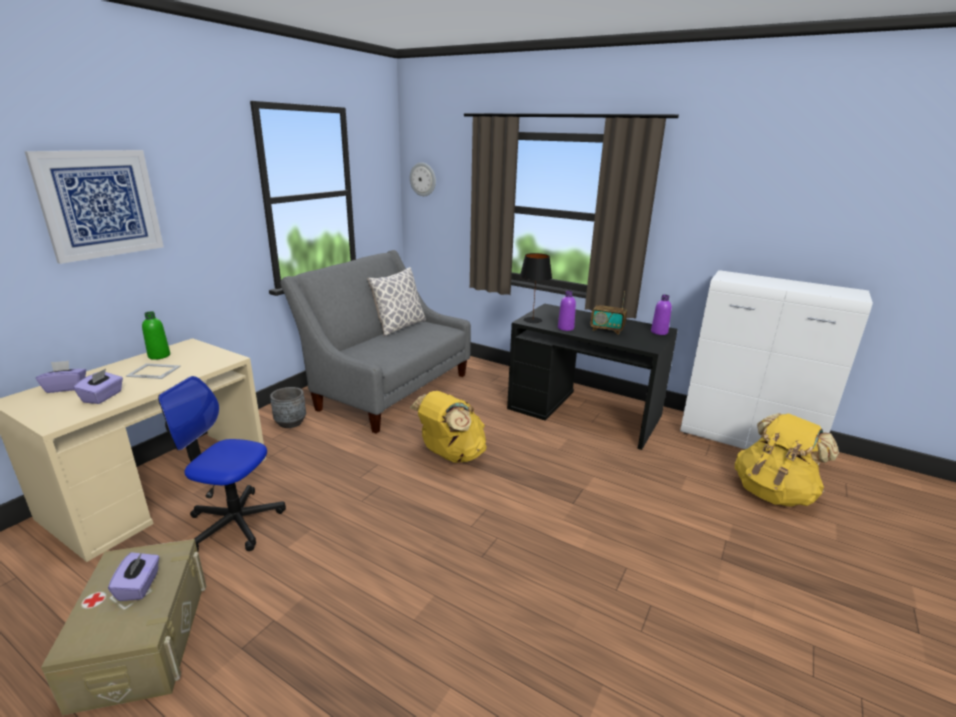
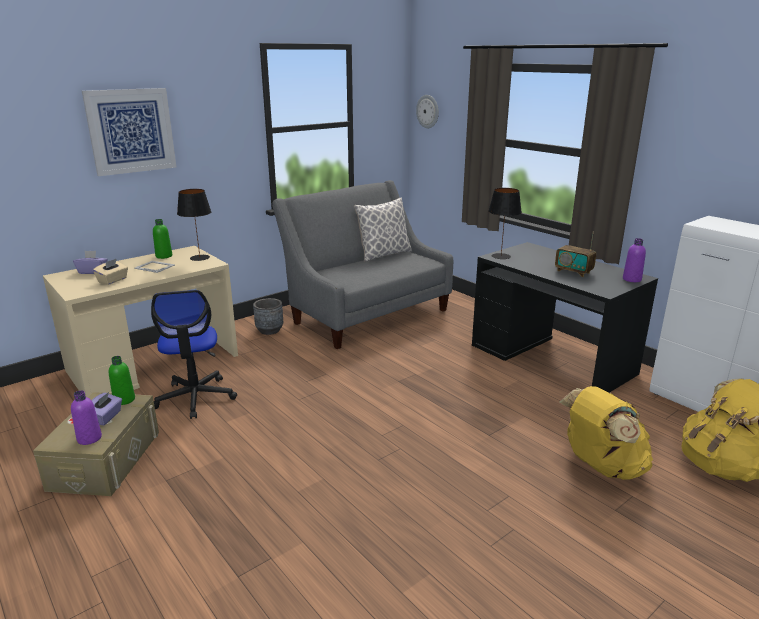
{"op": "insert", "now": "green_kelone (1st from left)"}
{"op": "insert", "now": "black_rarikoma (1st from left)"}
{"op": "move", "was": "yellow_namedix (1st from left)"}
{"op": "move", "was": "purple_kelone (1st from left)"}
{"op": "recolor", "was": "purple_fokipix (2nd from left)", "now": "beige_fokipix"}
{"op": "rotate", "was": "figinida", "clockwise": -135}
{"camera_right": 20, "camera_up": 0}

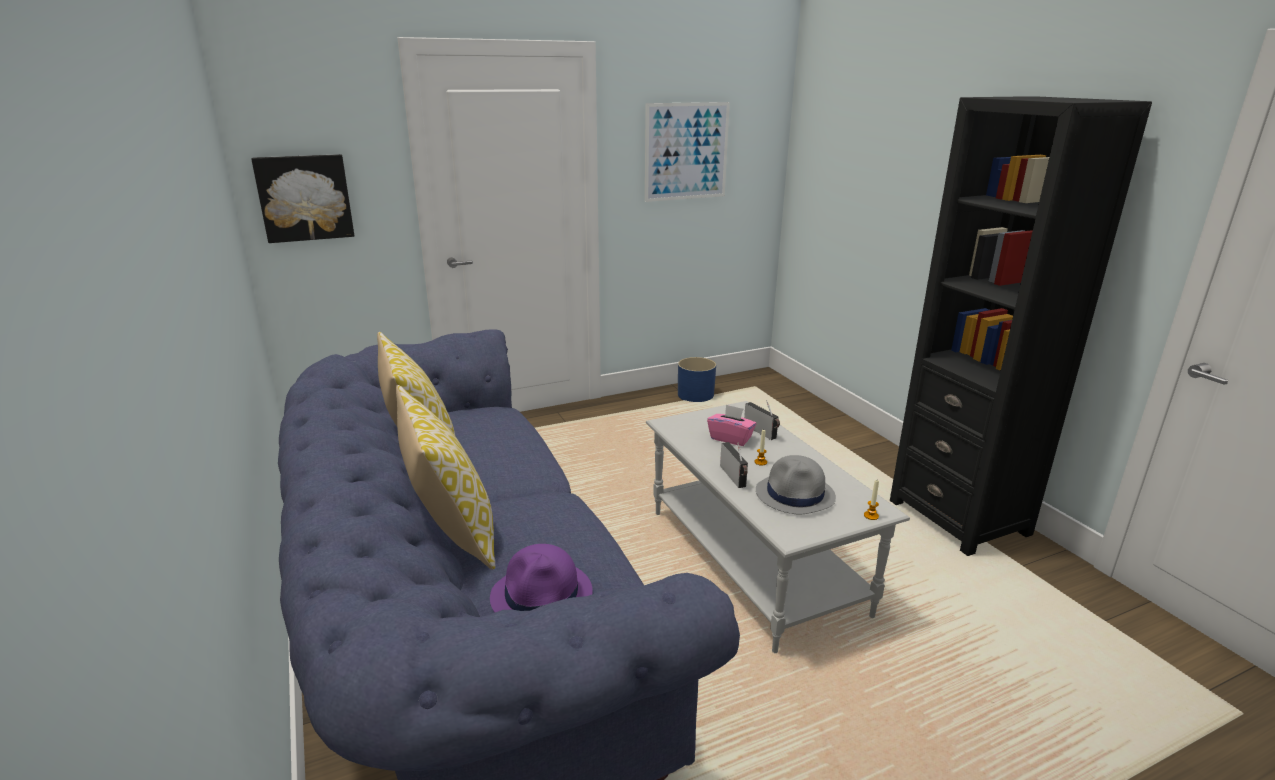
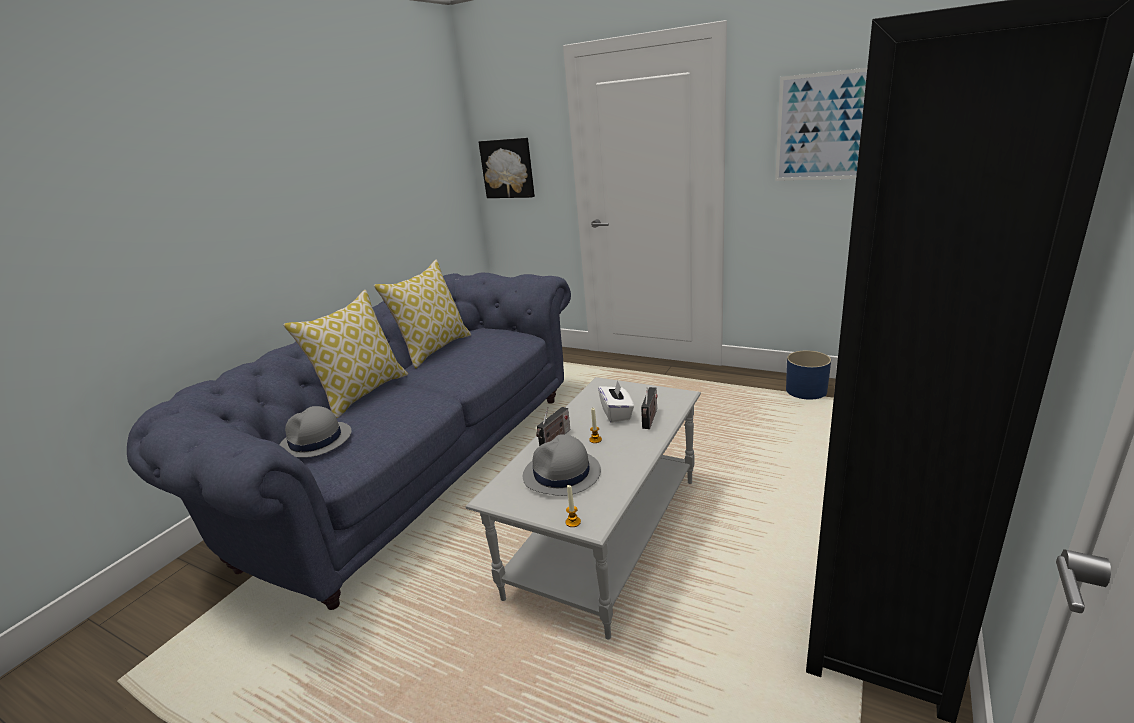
{"op": "recolor", "was": "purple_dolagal", "now": "grey_dolagal (1st from left)"}
{"op": "recolor", "was": "pink_fokipix", "now": "white_fokipix"}
{"camera_right": 55, "camera_up": 0}

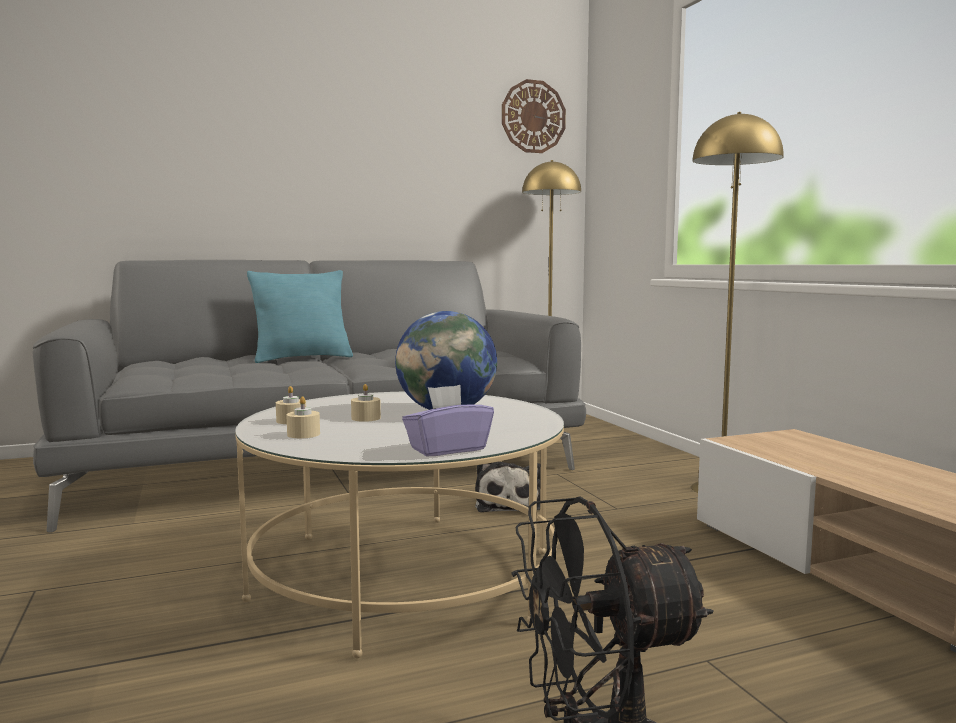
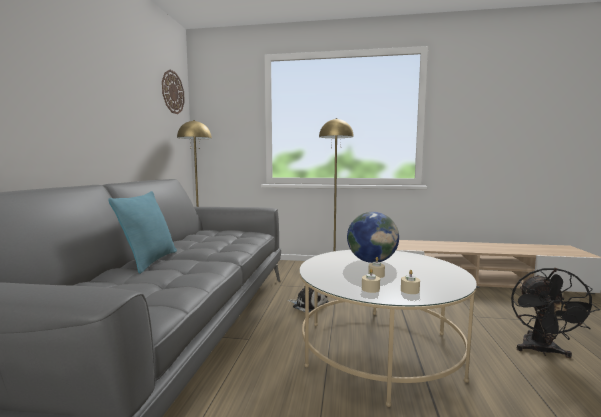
{"op": "delete", "was": "purple_fokipix"}
{"camera_right": -60, "camera_up": 0}

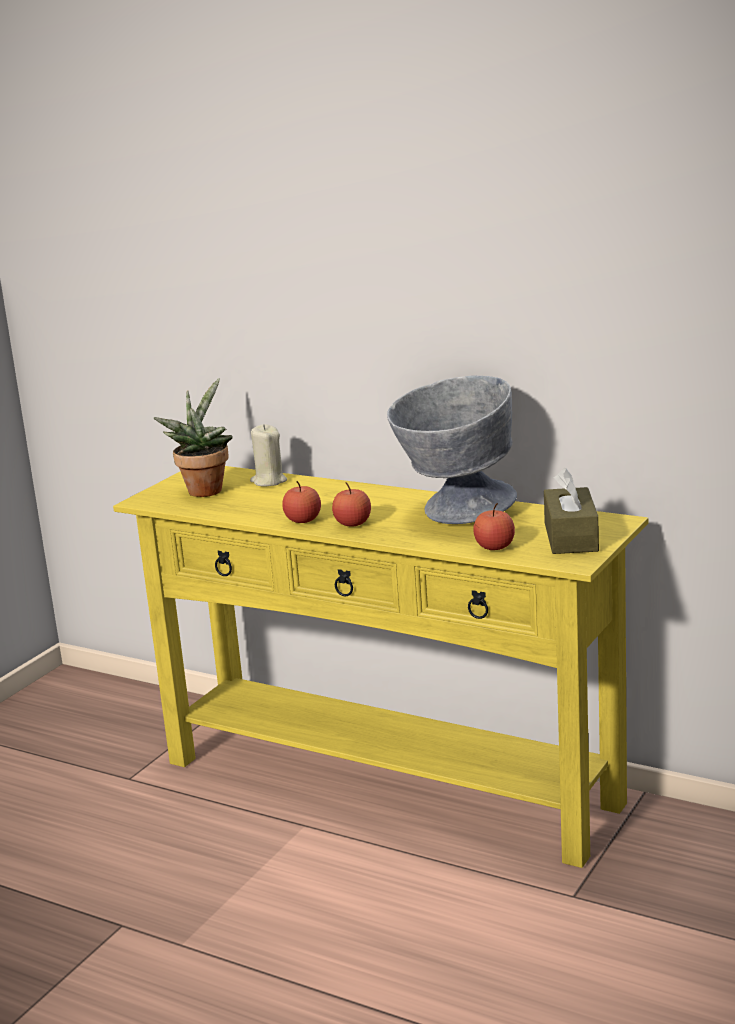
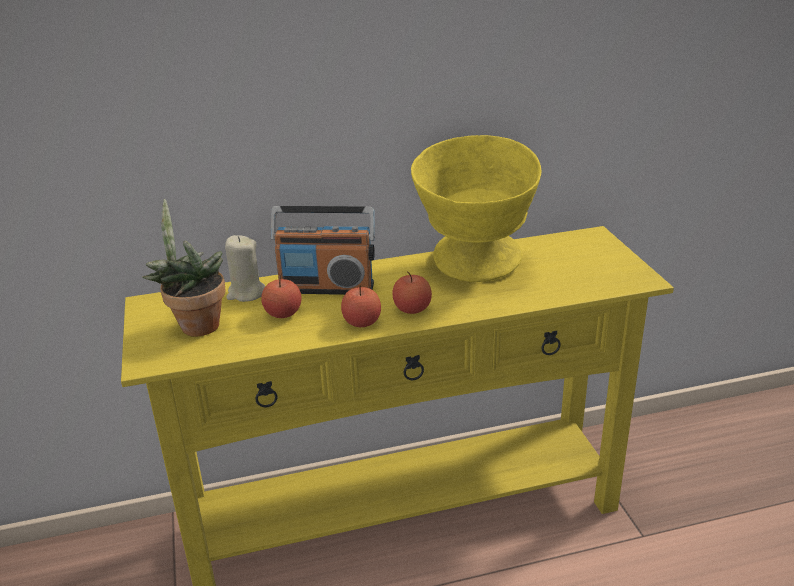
{"op": "delete", "was": "brown_fokipix"}
{"op": "insert", "now": "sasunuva"}
{"op": "move", "was": "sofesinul (3rd from left in the first image)", "now": "sofesinul (1st from left)"}
{"op": "recolor", "was": "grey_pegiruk", "now": "yellow_pegiruk"}
{"camera_right": -45, "camera_up": 10}

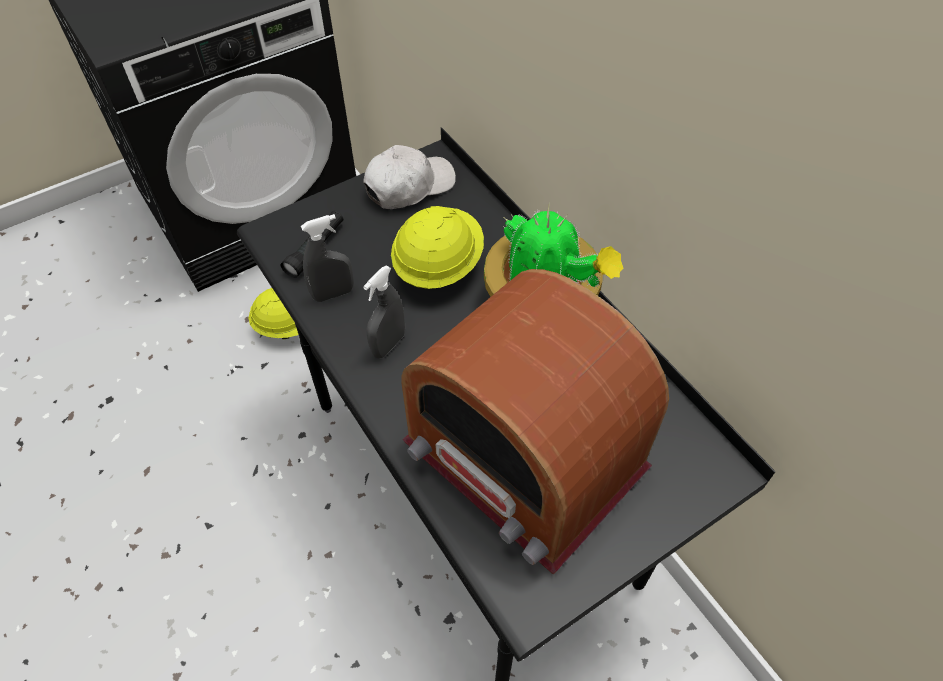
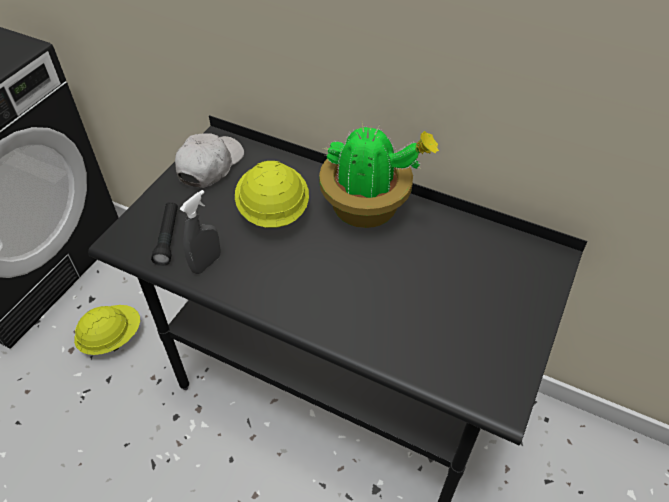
{"op": "delete", "was": "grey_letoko (2nd from left)"}
{"op": "delete", "was": "sasunuva"}
{"camera_right": -30, "camera_up": -5}

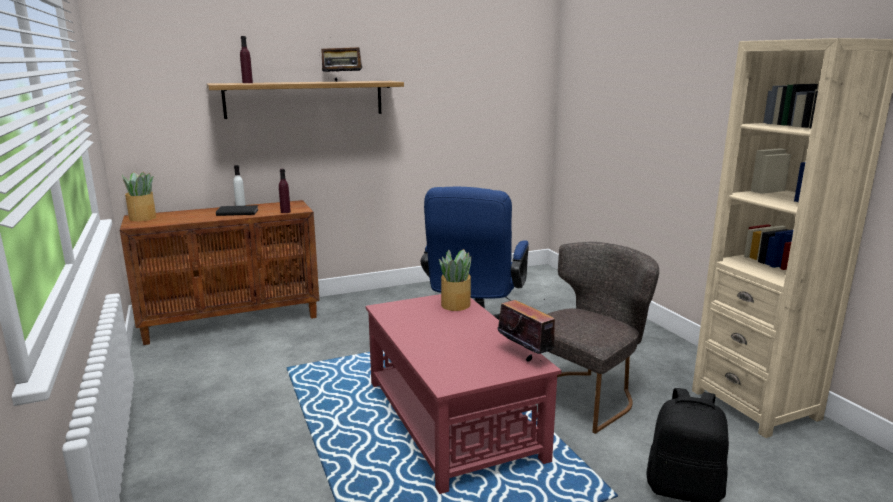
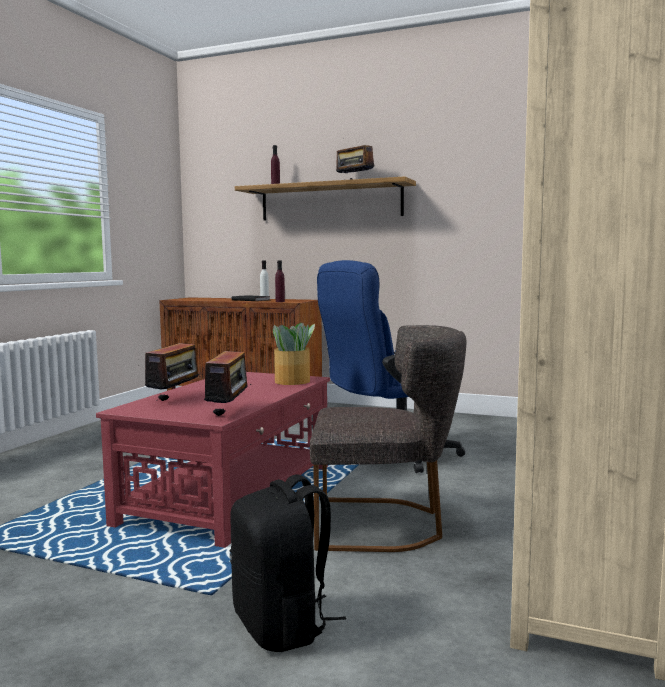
{"op": "delete", "was": "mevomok (1st from left)"}
{"op": "insert", "now": "sasunuva (1st from left)"}
{"camera_right": 45, "camera_up": -10}

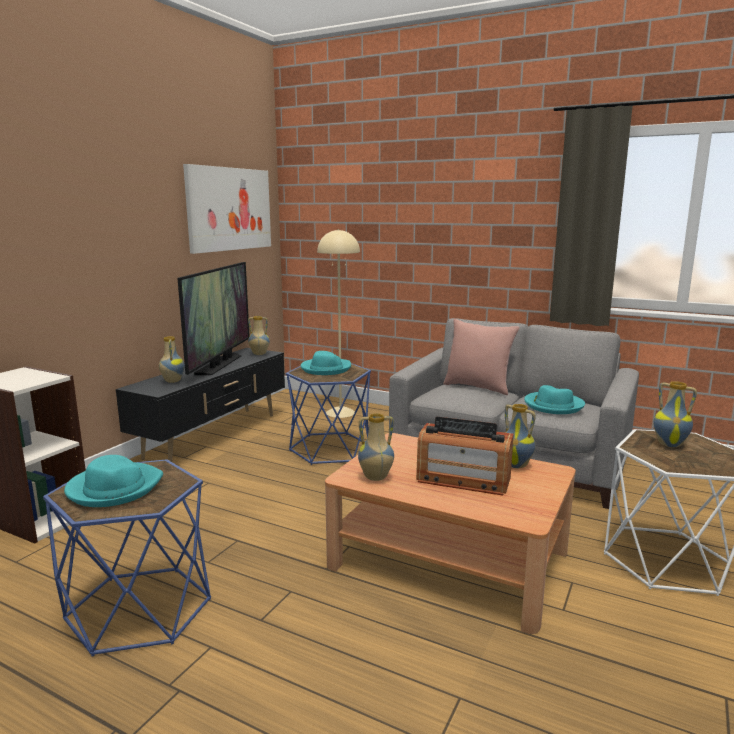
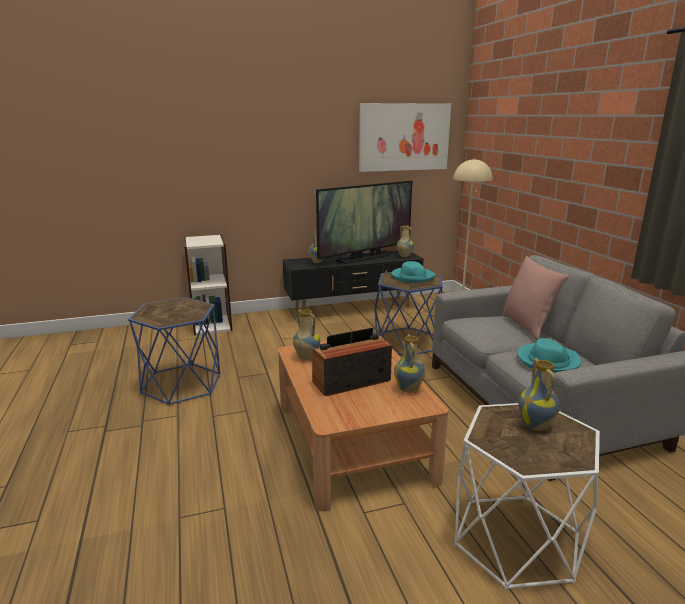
{"op": "delete", "was": "turquoise_dolagal (1st from left)"}
{"op": "rotate", "was": "sasunuva", "clockwise": 90}
{"camera_right": 45, "camera_up": 5}

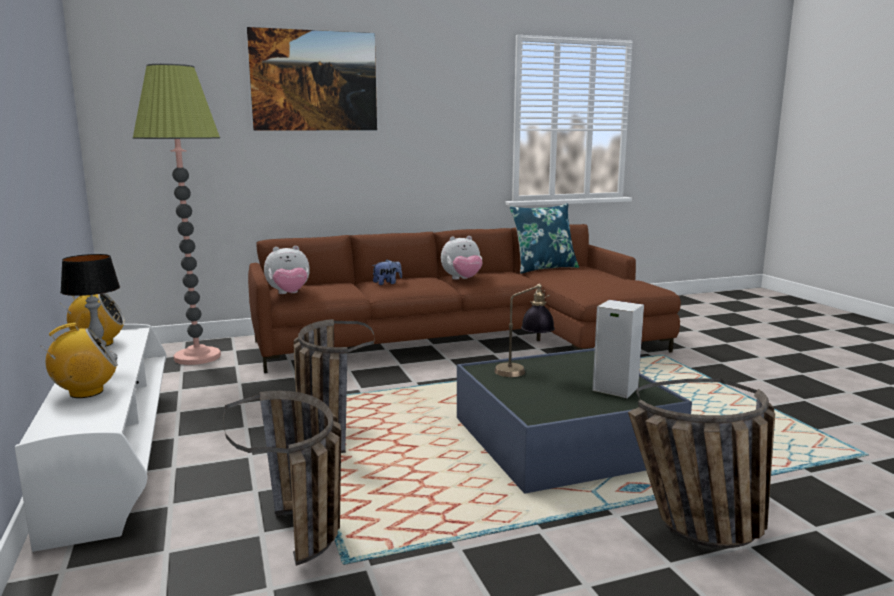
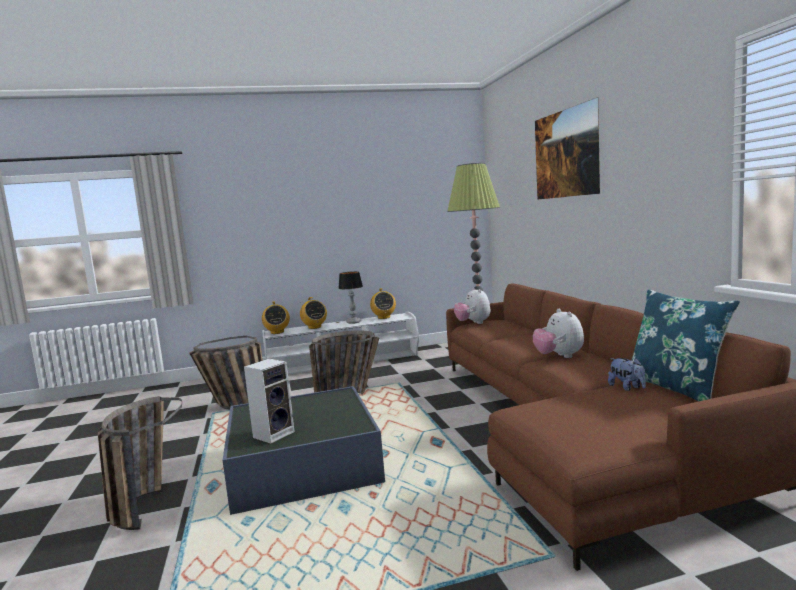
{"op": "delete", "was": "rarikoma (2nd from left)"}
{"op": "insert", "now": "sasunuva (1st from left)"}
{"op": "move", "was": "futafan (2nd from left in the first image)", "now": "futafan (3rd from left)"}
{"camera_right": 95, "camera_up": -5}

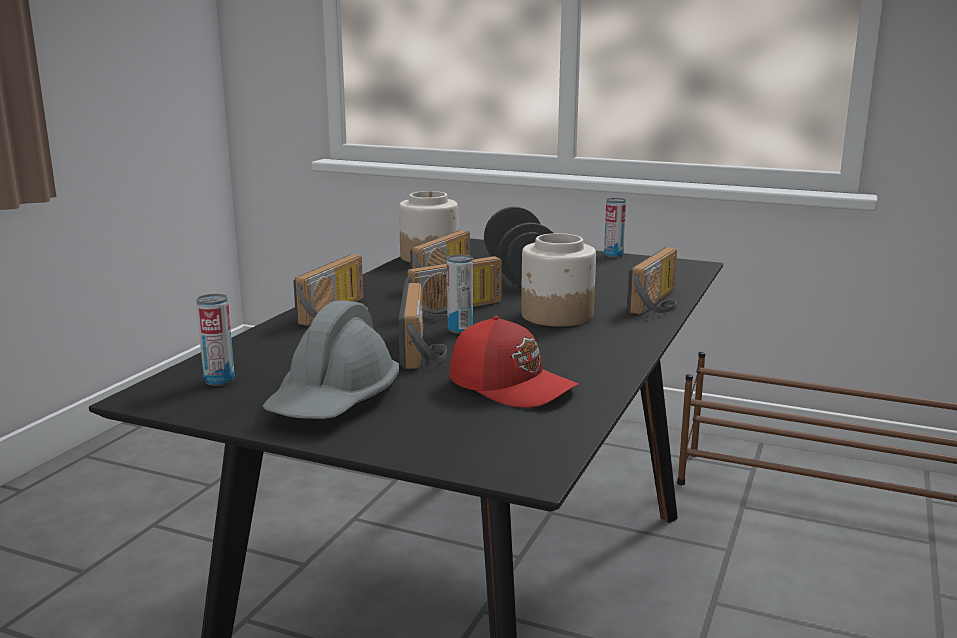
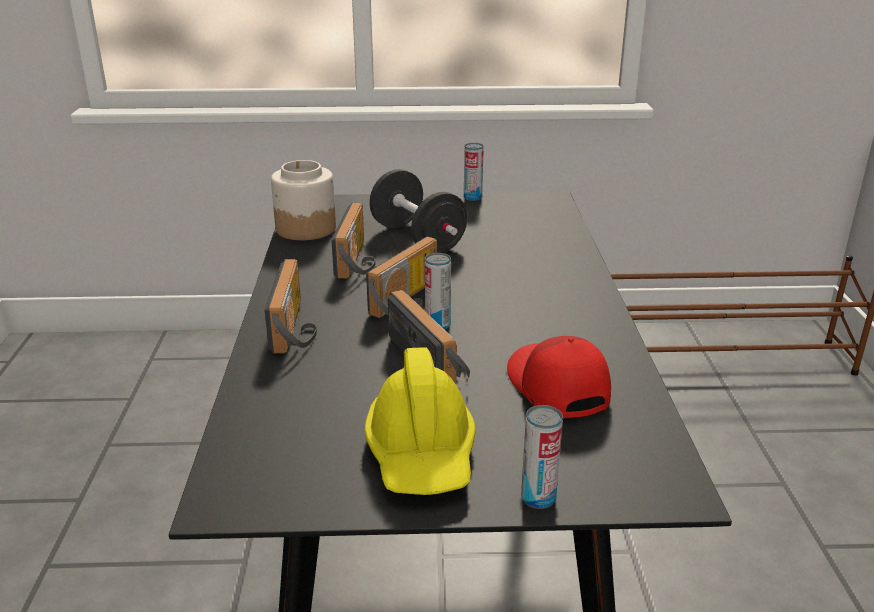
{"op": "delete", "was": "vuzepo (2nd from left)"}
{"op": "delete", "was": "sasunuva (5th from left)"}
{"op": "move", "was": "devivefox (1st from left in the first image)", "now": "devivefox (3rd from left)"}
{"op": "recolor", "was": "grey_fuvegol", "now": "yellow_fuvegol"}
{"op": "rotate", "was": "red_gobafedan", "clockwise": -120}
{"camera_right": -25, "camera_up": 10}

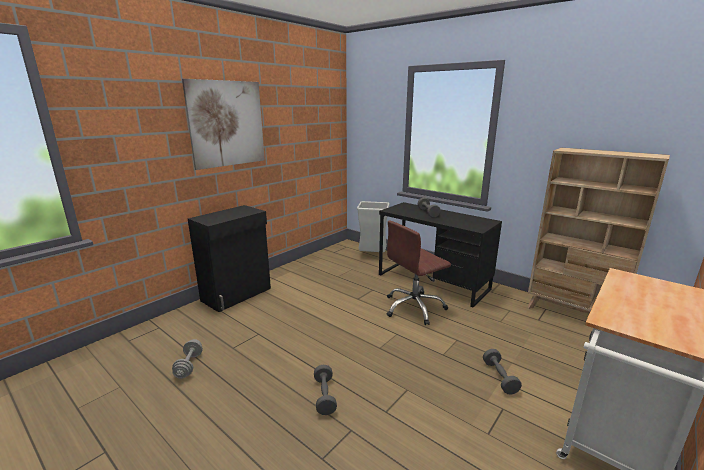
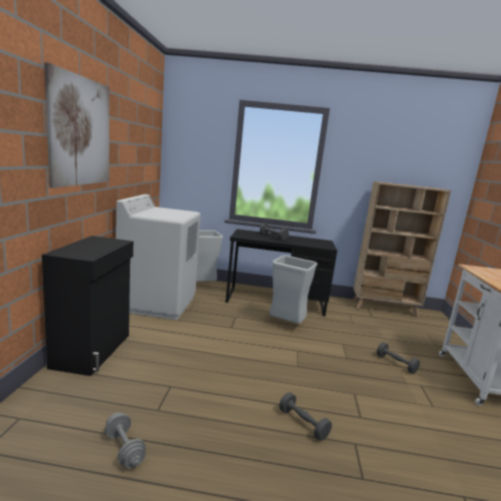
{"op": "insert", "now": "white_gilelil"}
{"op": "replace", "was": "brown_figinida", "now": "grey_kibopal (2nd from left)"}
{"camera_right": -35, "camera_up": -5}

